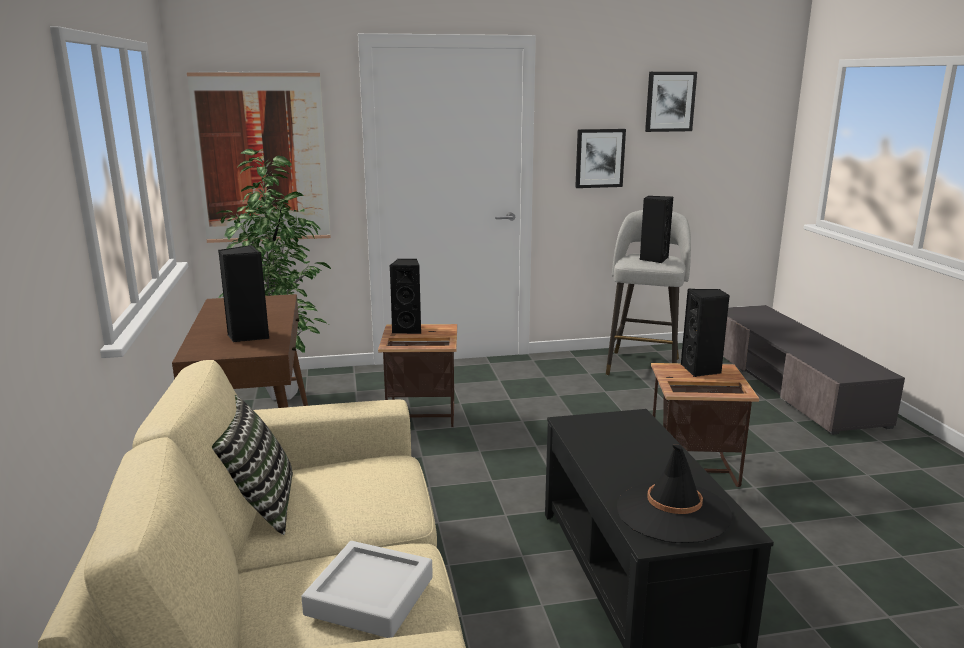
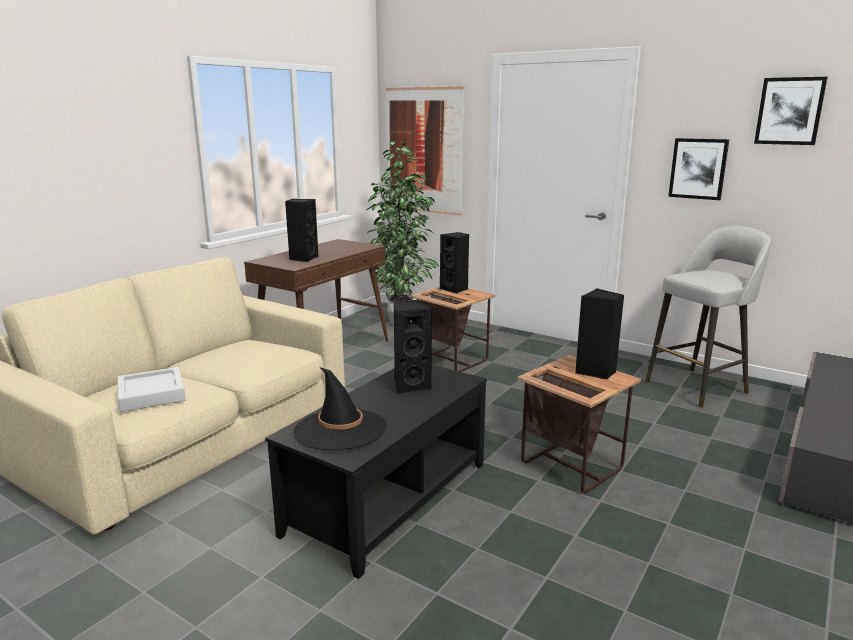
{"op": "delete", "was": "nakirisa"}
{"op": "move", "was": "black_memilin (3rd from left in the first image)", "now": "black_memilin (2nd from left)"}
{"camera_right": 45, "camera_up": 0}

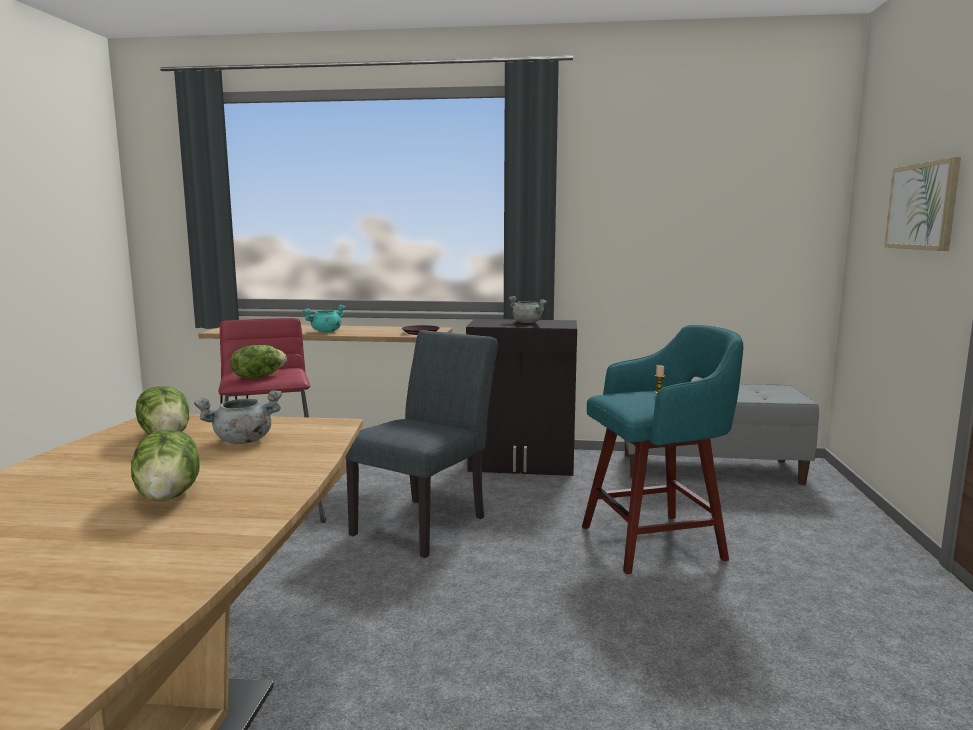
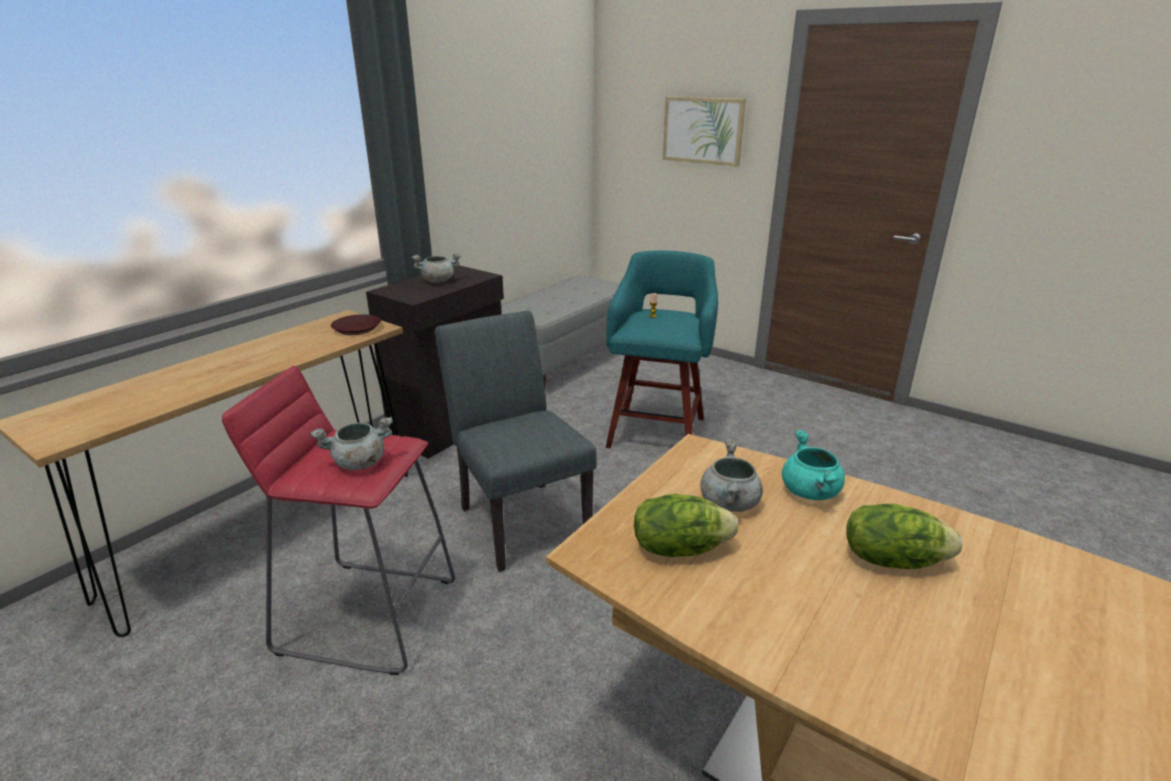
{"op": "move", "was": "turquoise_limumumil"}
{"op": "replace", "was": "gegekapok (3rd from left)", "now": "grey_limumumil (1st from left)"}
{"camera_right": -60, "camera_up": 15}

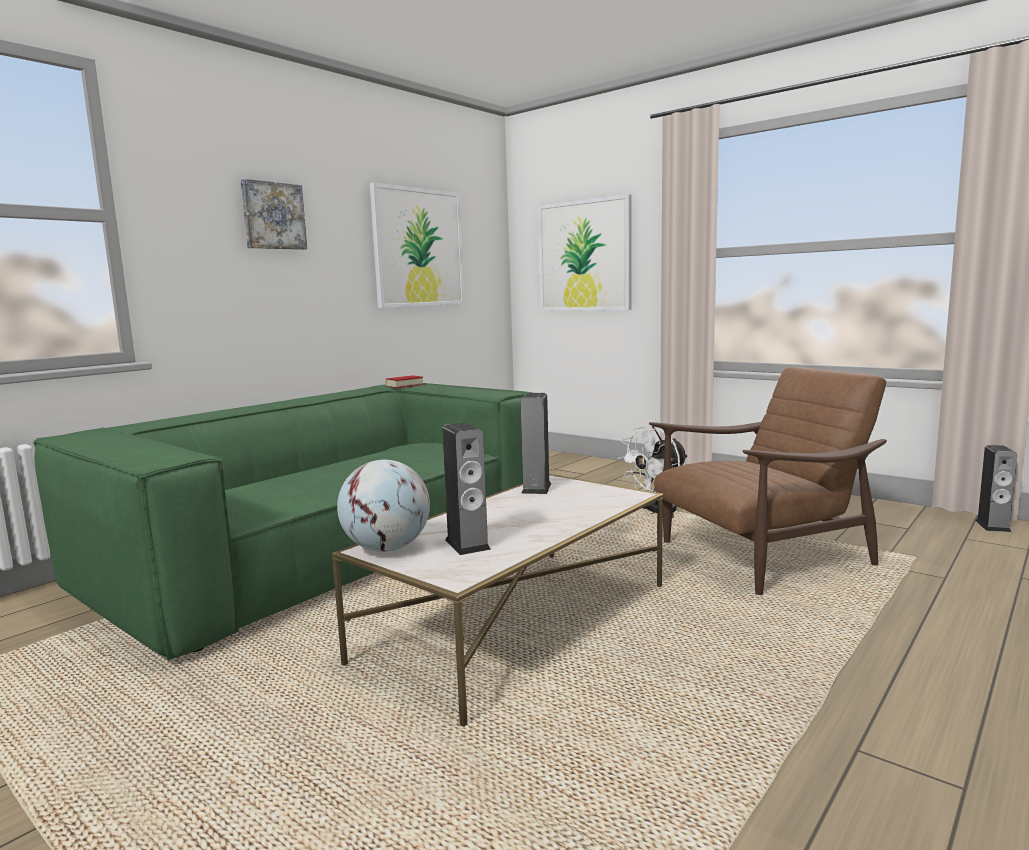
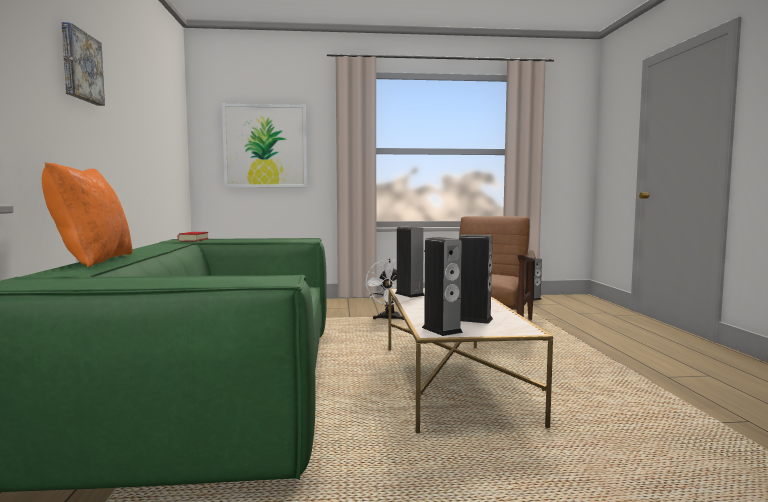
{"op": "delete", "was": "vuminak (2nd from left)"}
{"op": "insert", "now": "orange_nakirisa"}
{"op": "replace", "was": "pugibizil", "now": "memilin (2nd from left)"}
{"camera_right": -45, "camera_up": -5}

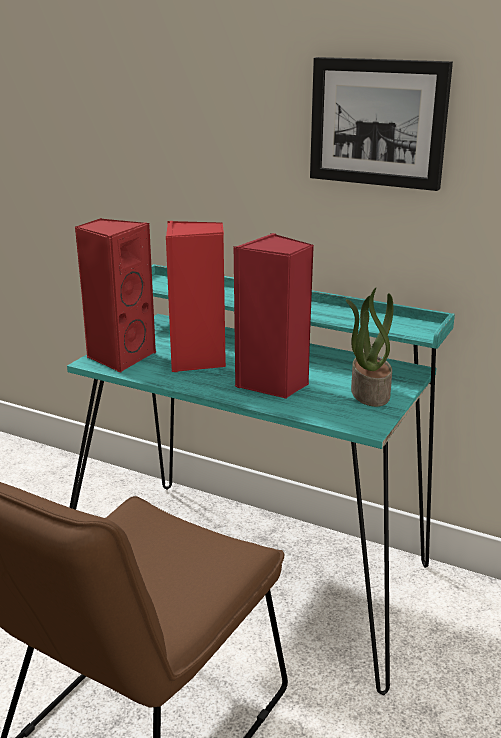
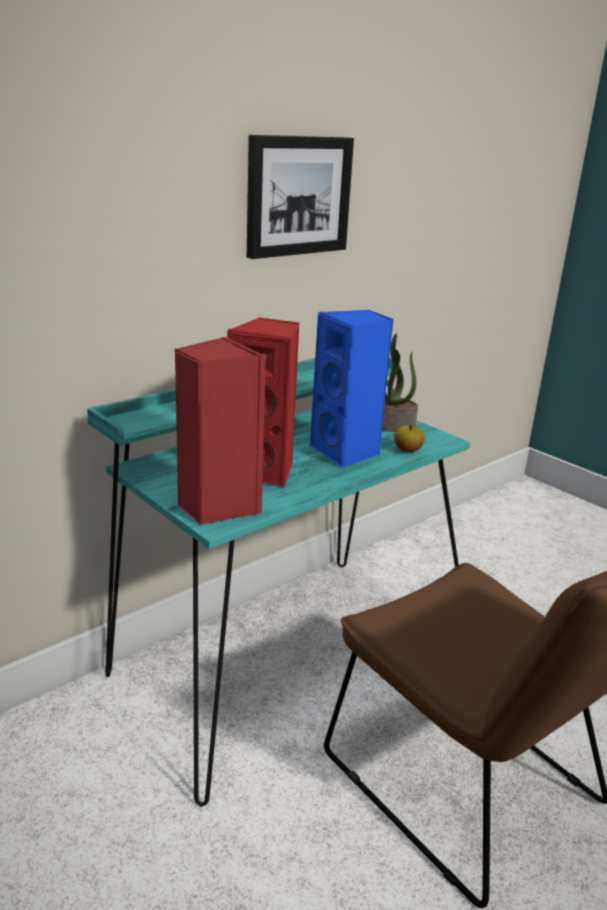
{"op": "insert", "now": "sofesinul"}
{"op": "recolor", "was": "red_memilin (3rd from left)", "now": "blue_memilin"}
{"camera_right": -70, "camera_up": 0}

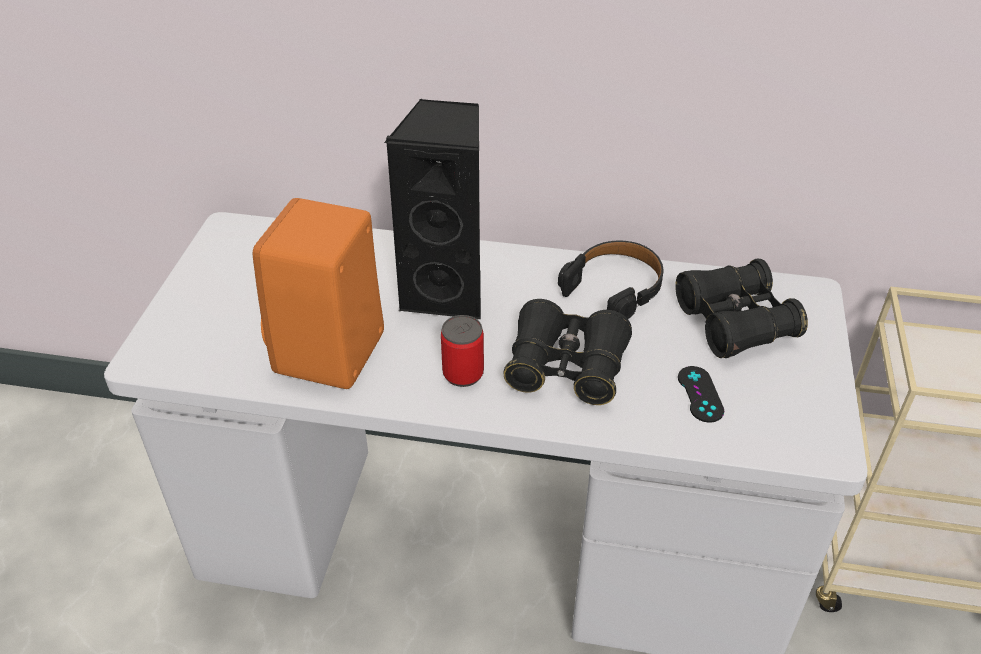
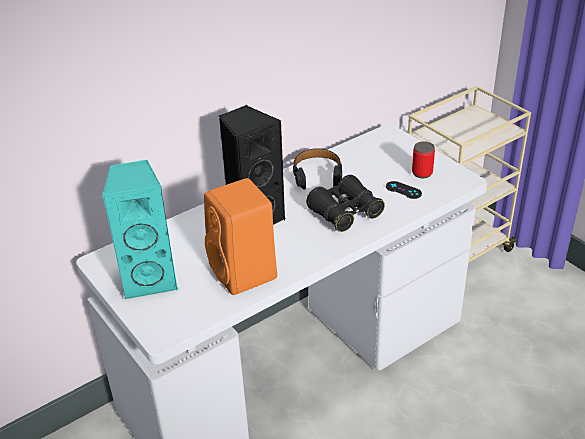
{"op": "delete", "was": "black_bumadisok (2nd from left)"}
{"op": "insert", "now": "turquoise_memilin"}
{"op": "move", "was": "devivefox"}
{"camera_right": -45, "camera_up": -5}

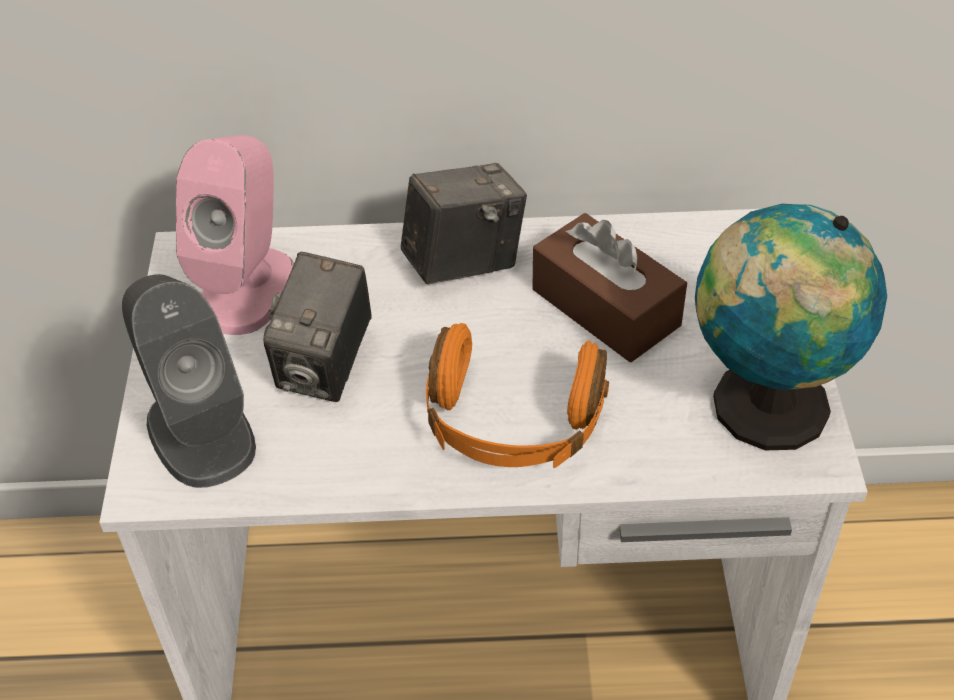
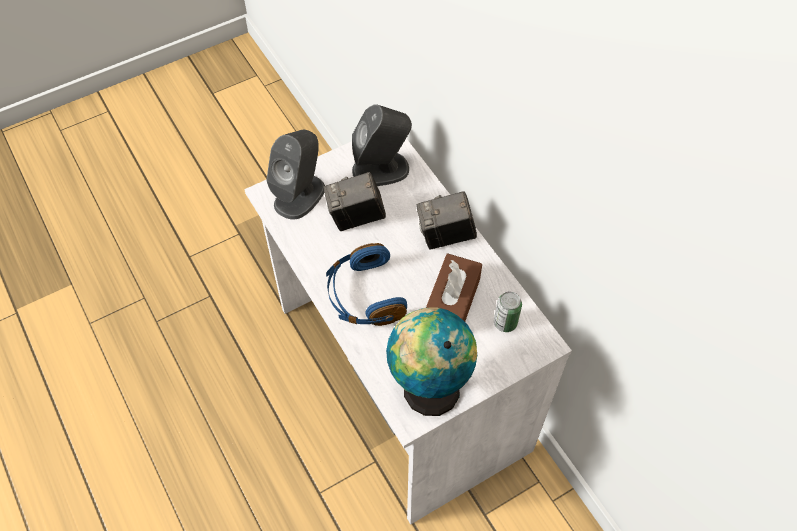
{"op": "insert", "now": "devivefox"}
{"op": "recolor", "was": "pink_memilin", "now": "grey_memilin (2nd from left)"}
{"op": "recolor", "was": "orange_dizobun", "now": "blue_dizobun"}
{"op": "rotate", "was": "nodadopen (2nd from left)", "clockwise": 135}
{"camera_right": 60, "camera_up": 10}

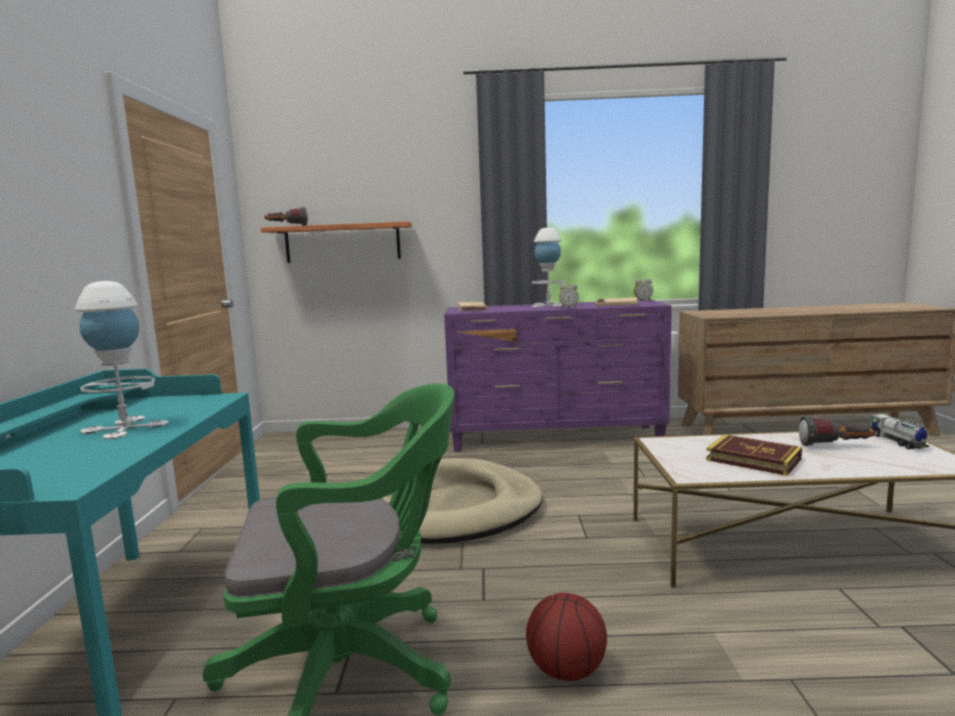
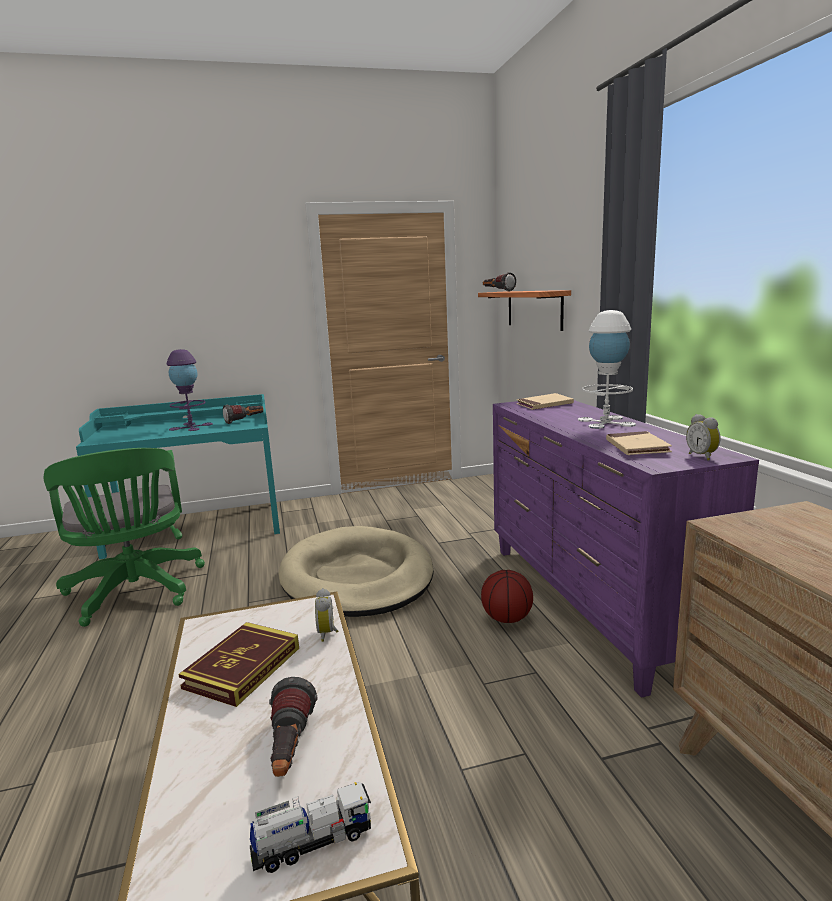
{"op": "insert", "now": "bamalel (1st from left)"}
{"op": "move", "was": "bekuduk"}
{"op": "move", "was": "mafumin (1st from left)"}
{"op": "recolor", "was": "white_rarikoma (1st from left)", "now": "purple_rarikoma"}
{"camera_right": 75, "camera_up": 5}

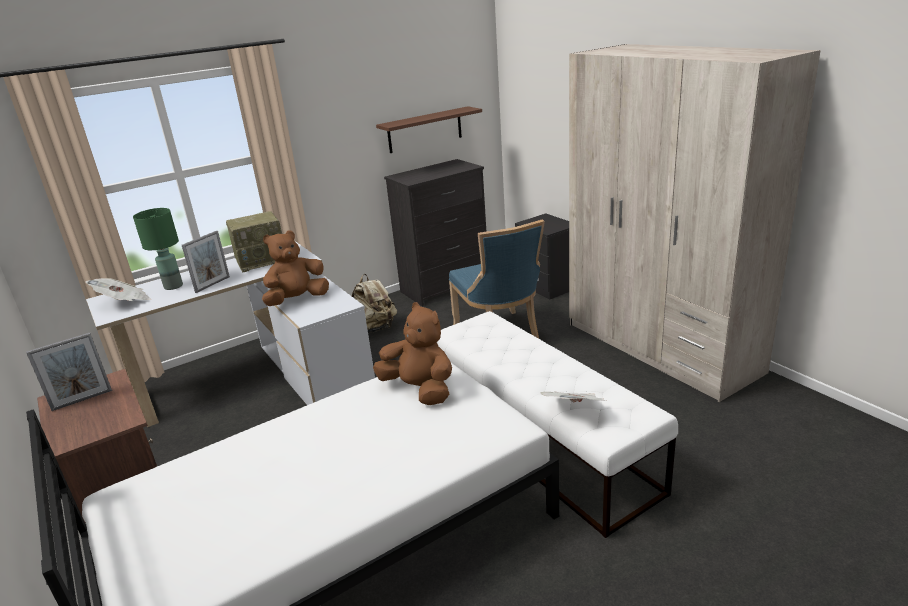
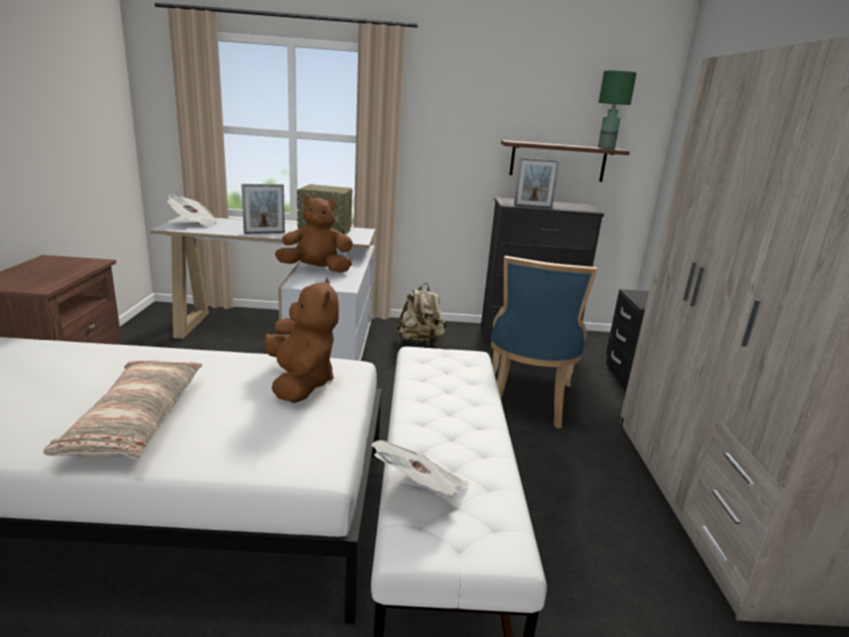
{"op": "insert", "now": "nakirisa"}
{"op": "move", "was": "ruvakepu (1st from left in the first image)", "now": "ruvakepu (2nd from left)"}
{"op": "move", "was": "green_rarikoma"}
{"camera_right": 30, "camera_up": -5}

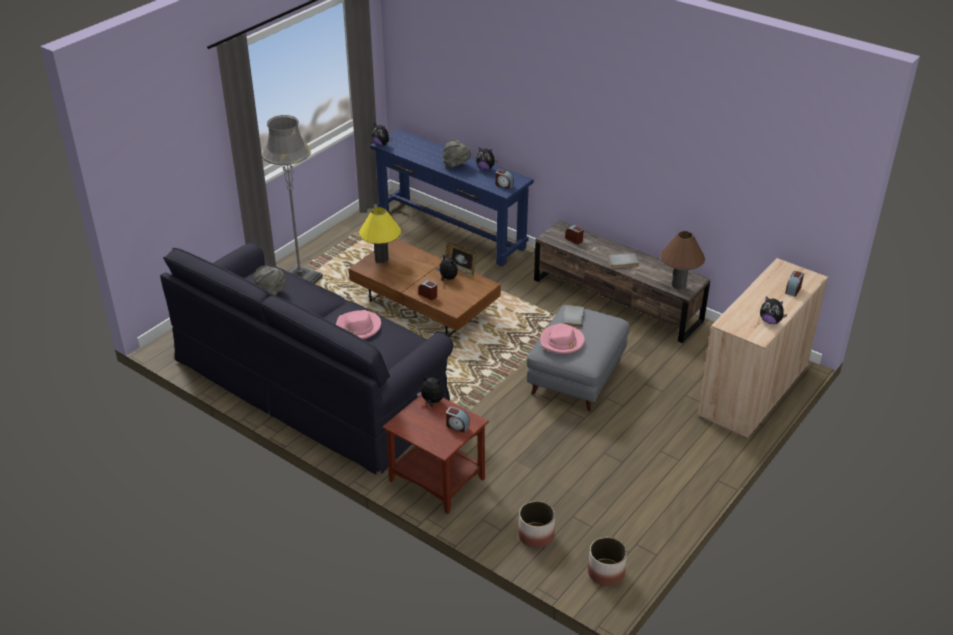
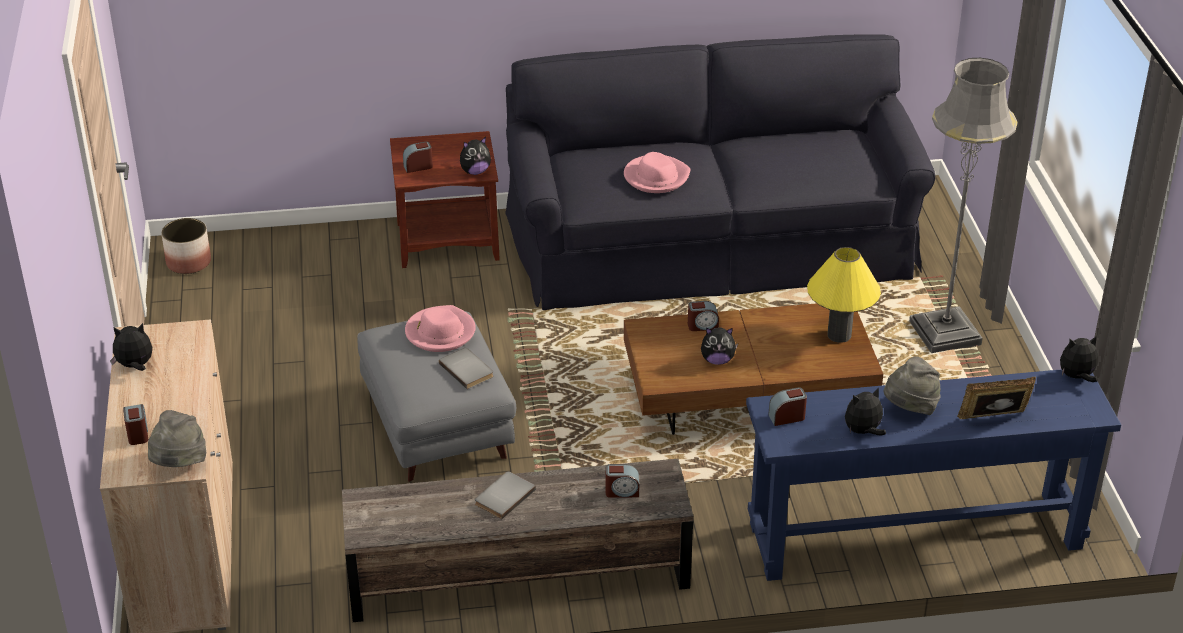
{"op": "delete", "was": "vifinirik (1st from left)"}
{"op": "delete", "was": "brown_rarikoma"}
{"op": "move", "was": "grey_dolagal (1st from left)"}
{"op": "move", "was": "ruvakepu"}
{"camera_right": 135, "camera_up": 0}

